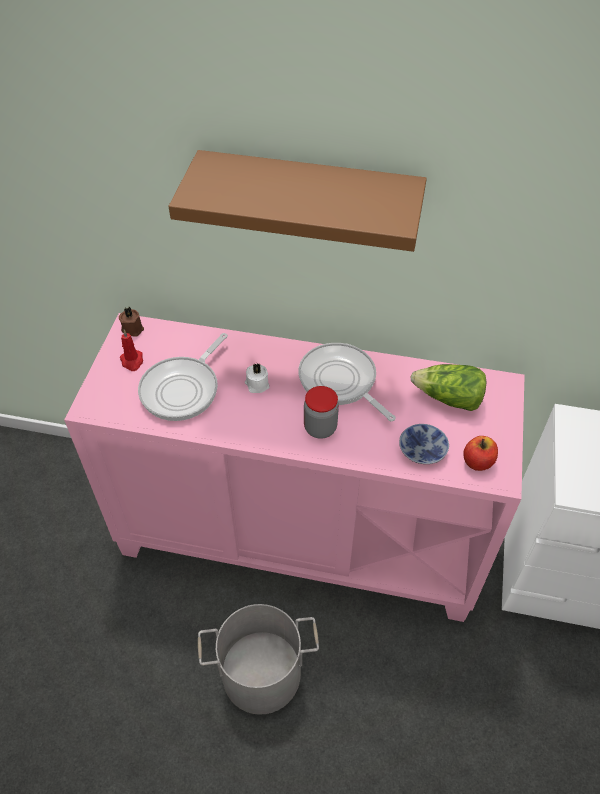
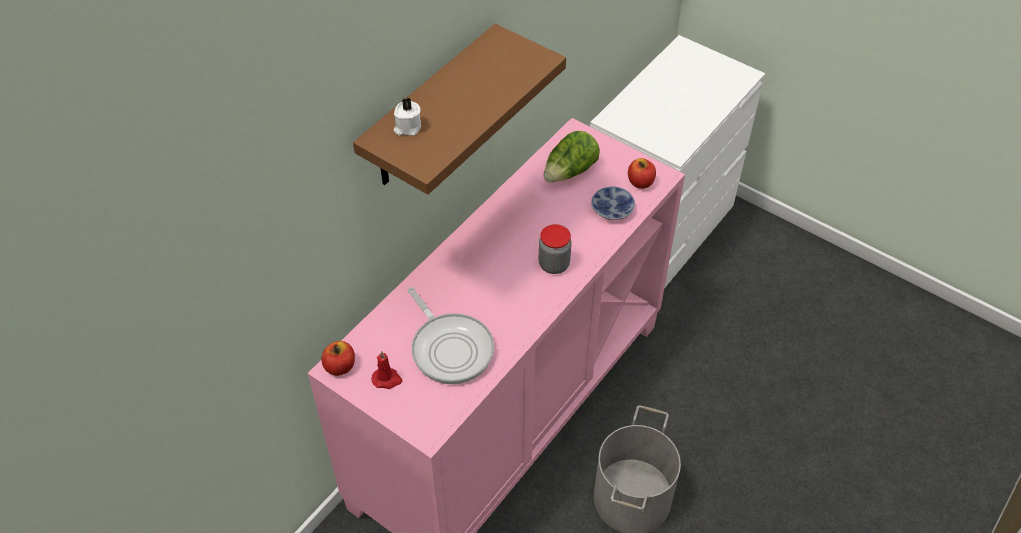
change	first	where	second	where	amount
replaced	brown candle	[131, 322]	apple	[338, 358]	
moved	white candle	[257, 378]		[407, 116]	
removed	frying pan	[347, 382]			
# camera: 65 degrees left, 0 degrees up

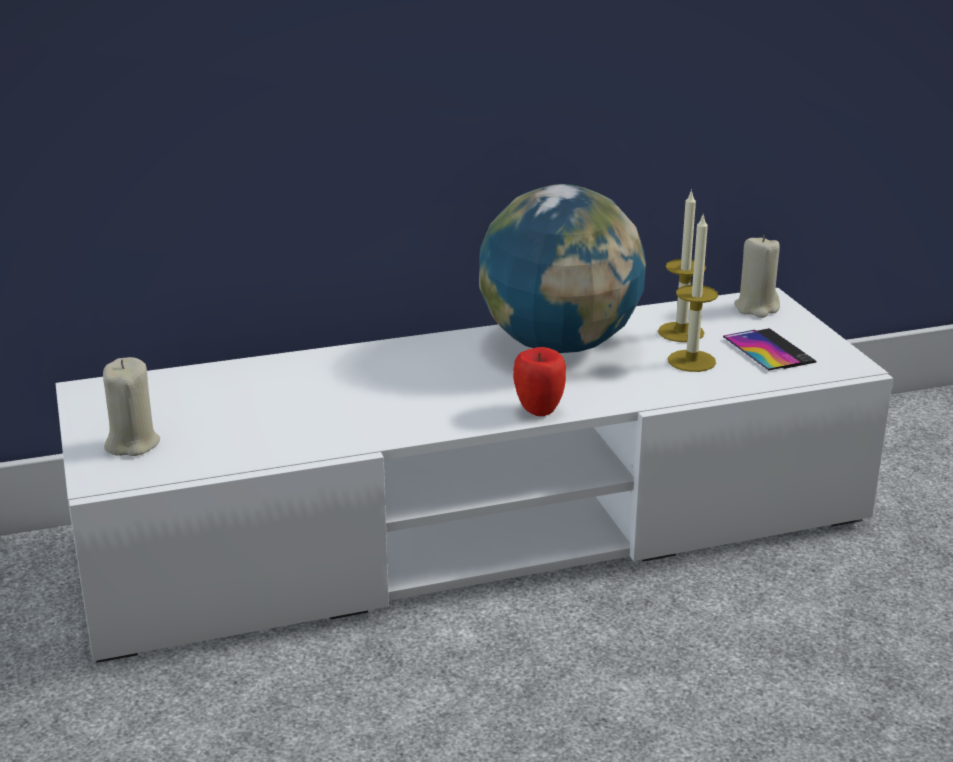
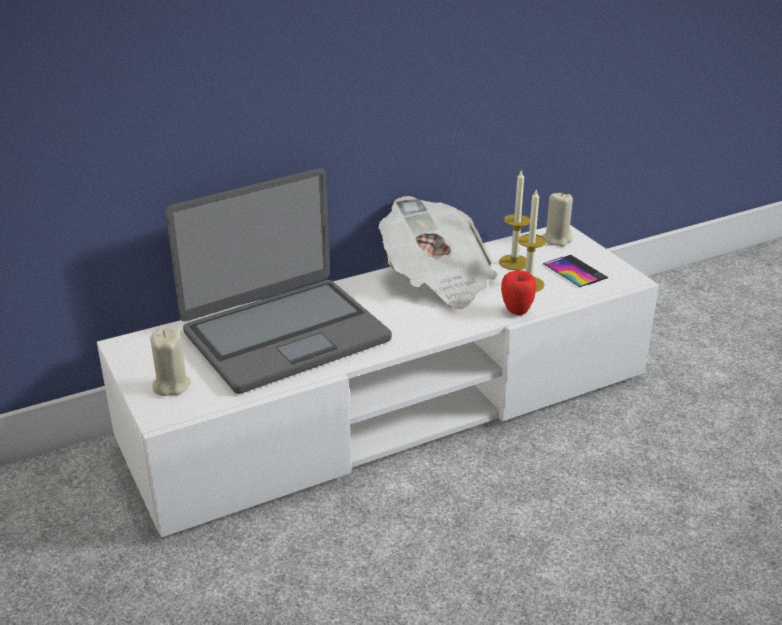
change	first	where	second	where	amount
replaced	globe	[562, 268]	newspaper	[438, 252]	
moved	apple	[539, 381]		[518, 292]	
added			laptop	[279, 281]	
# camera: 10 degrees left, 5 degrees up

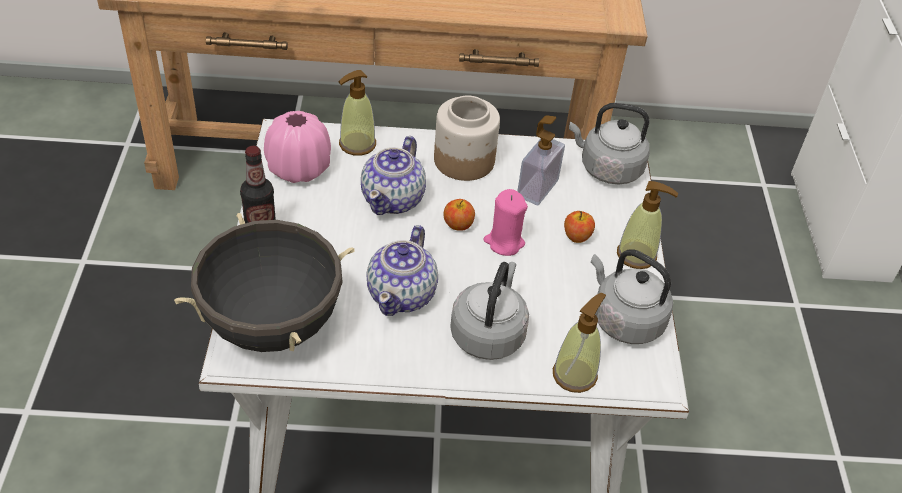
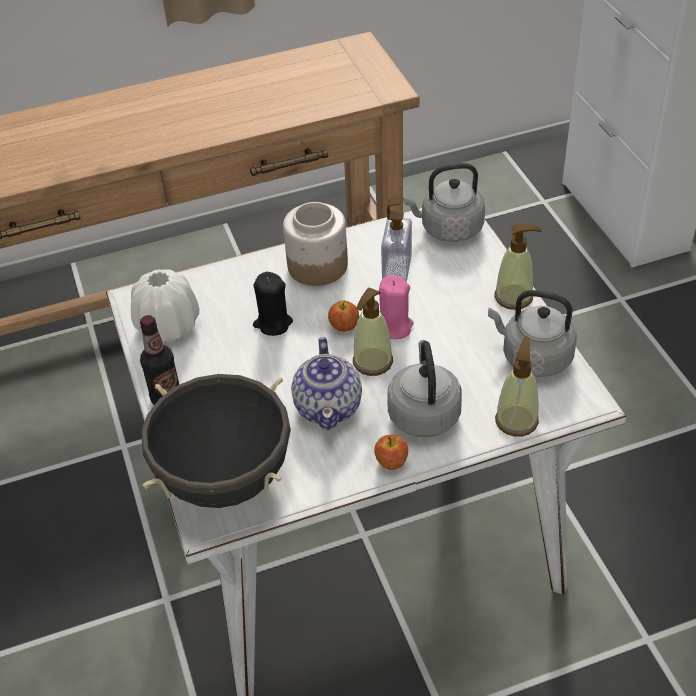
change	first	where	second	where	amount
recoloured	pink vase	[297, 147]	white vase	[165, 305]	
moved	soap dispenser	[357, 113]		[373, 332]	
replaced	teapot	[393, 175]	black candle	[273, 304]	
moved	apple	[579, 227]		[391, 452]	
# camera: 15 degrees left, 0 degrees up

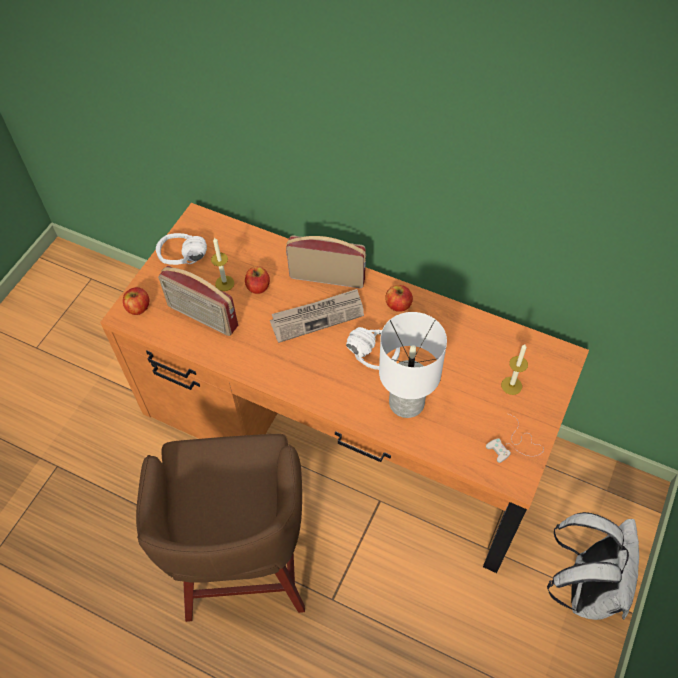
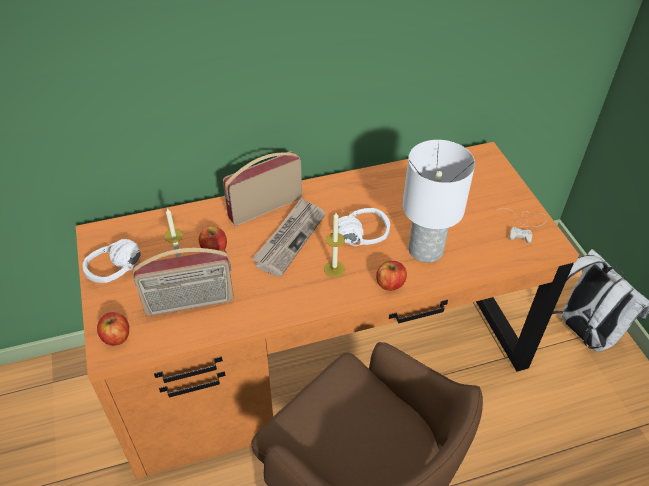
change	first	where	second	where	amount
moved	apple	[399, 298]		[391, 276]	
moved	candle	[514, 369]		[334, 245]	
# camera: 45 degrees left, 10 degrees down

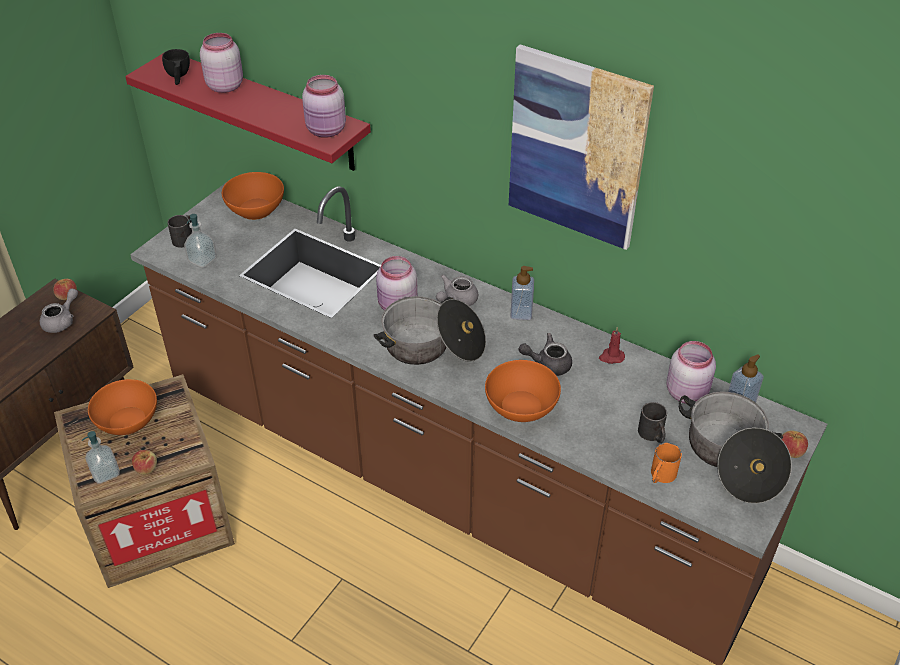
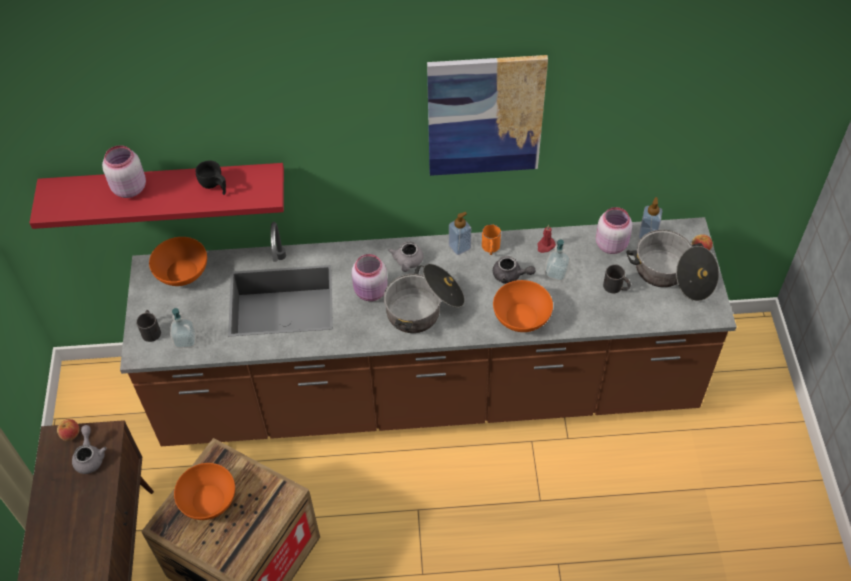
change	first	where	second	where	amount
moved	soap dispenser	[101, 457]		[557, 260]	
removed	apple	[144, 462]			
moved	black cup	[176, 67]		[211, 177]	
removed	pink jar	[324, 106]			
turned	grey teapot	[545, 354]		[514, 270]	120 degrees counterclockwise
moved	orange mug	[666, 463]		[491, 239]	
# camera: 35 degrees left, 10 degrees up

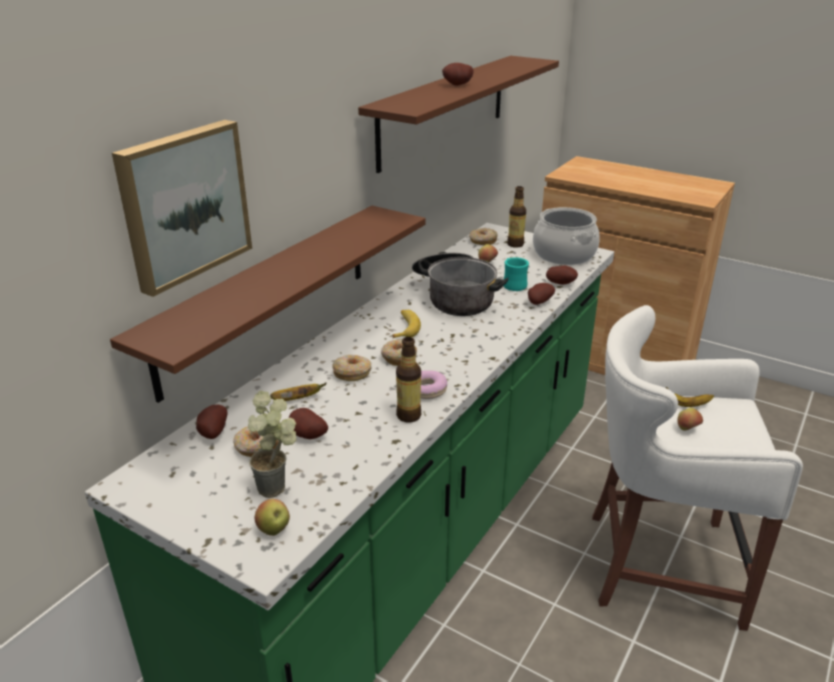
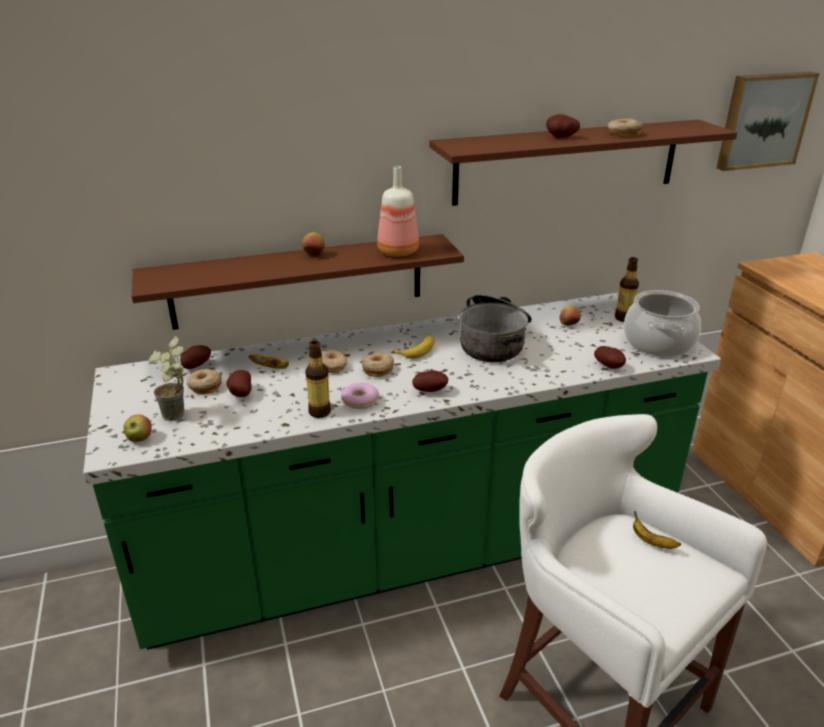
change	first	where	second	where	amount
moved	picture	[182, 208]		[768, 121]	
moved	donut	[483, 236]		[625, 128]	
removed	turquoise mug	[516, 274]			
moved	potato	[541, 294]		[430, 381]	
moved	apple	[690, 419]		[313, 243]	
added			bottle	[398, 211]	
# camera: 40 degrees right, 0 degrees up

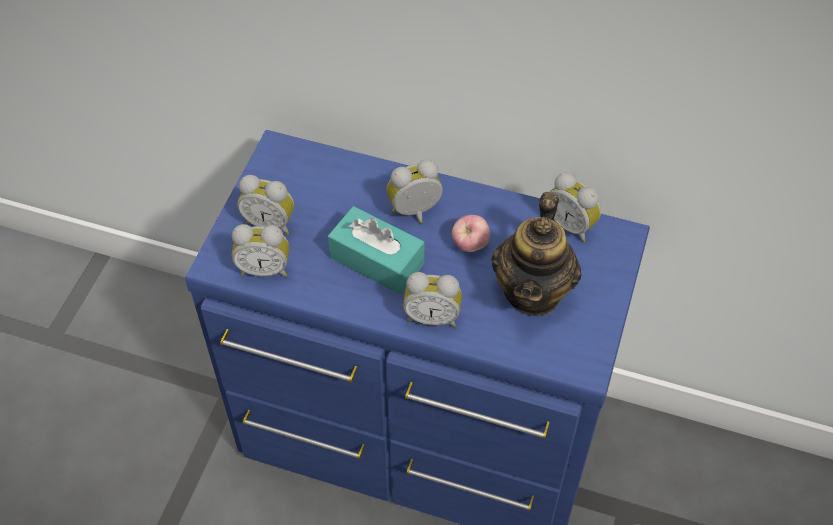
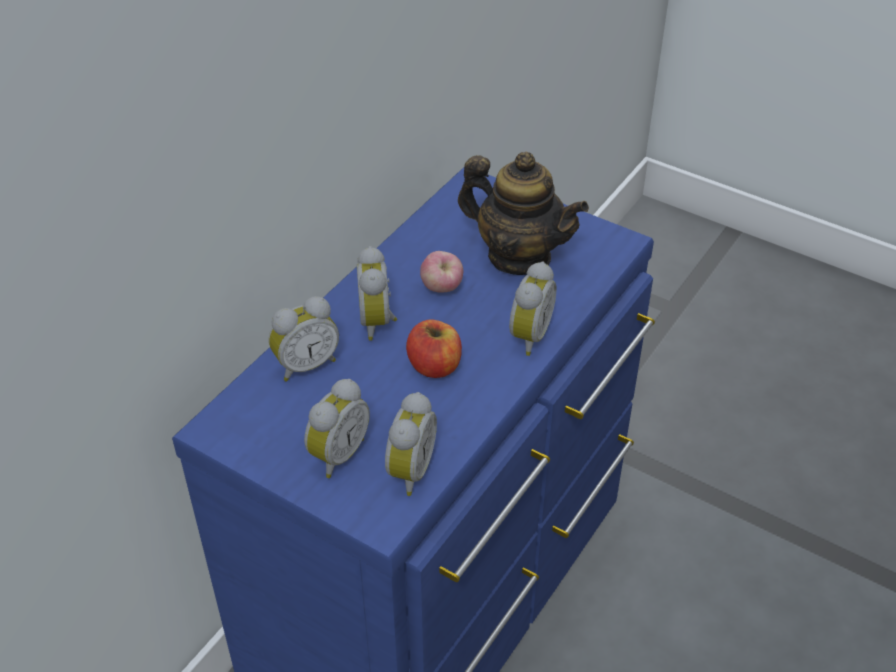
change	first	where	second	where	amount
replaced	turquoise tissue box	[376, 250]	apple	[434, 349]	
moved	alarm clock	[575, 207]		[304, 338]	
# camera: 75 degrees left, 10 degrees down

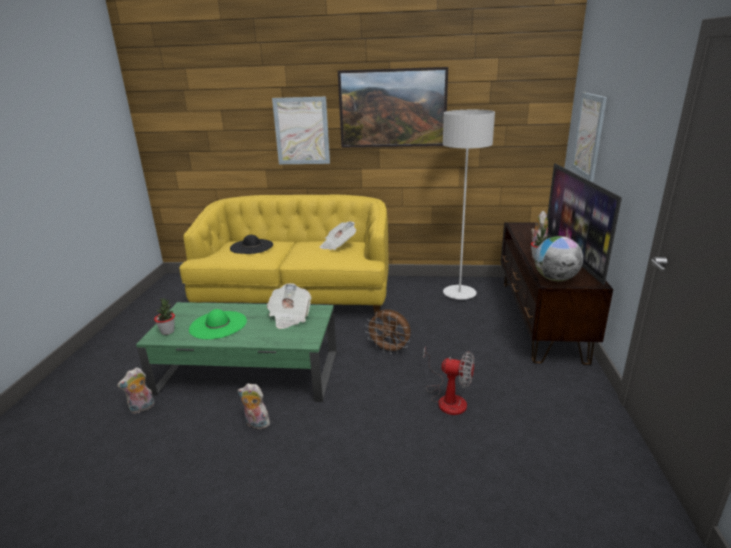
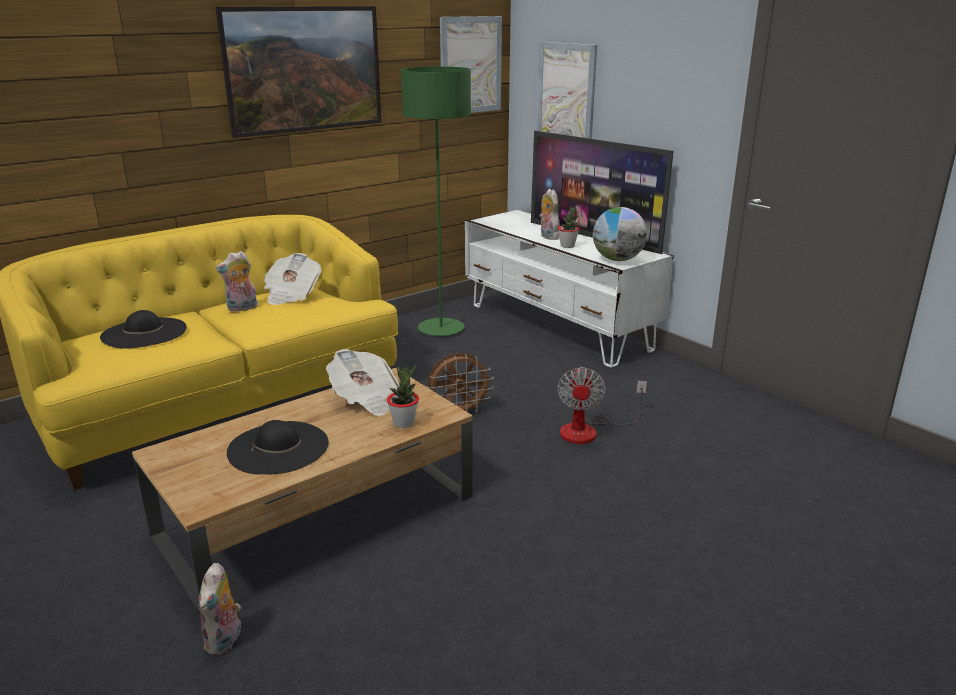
change	first	where	second	where	amount
recoloured	green coffee table	[236, 352]	brown coffee table	[302, 491]	
moved	potted plant	[164, 316]		[403, 396]	
recoloured	green hat	[218, 324]	black hat	[278, 447]	
moved	plush toy	[254, 406]		[237, 281]	
moved	picture	[301, 130]		[471, 64]	
turned	fan	[449, 381]		[602, 405]	120 degrees clockwise
recoloured	grey floor lamp	[469, 205]	green floor lamp	[436, 201]	
recoloured	brown tv stand	[557, 293]	white tv stand	[569, 289]	
# camera: 45 degrees left, 0 degrees up

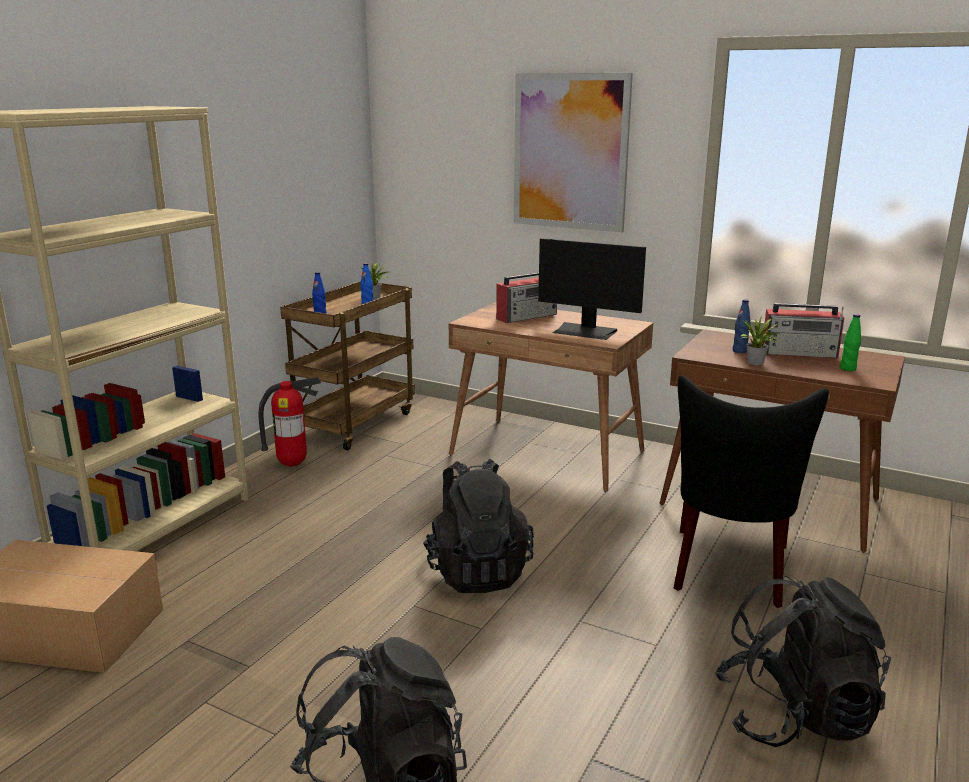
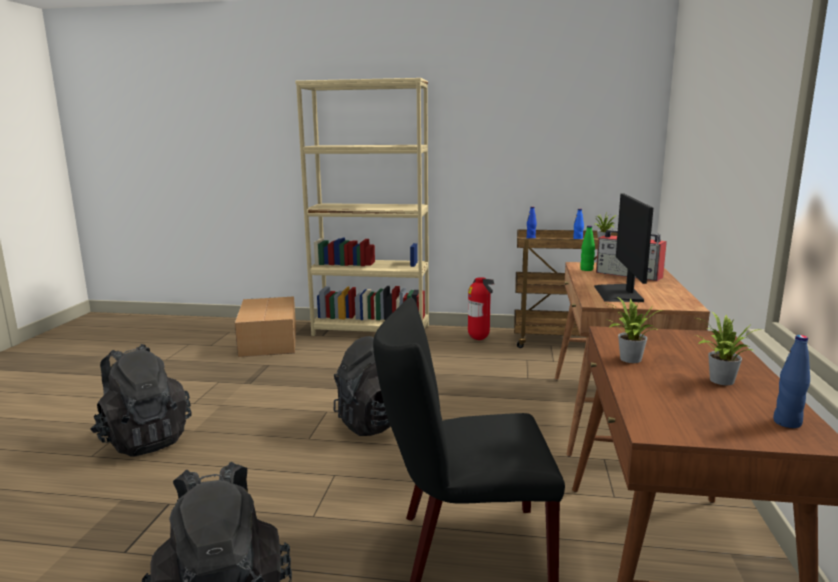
change	first	where	second	where	amount
removed	picture	[573, 152]			
moved	blue bottle	[742, 326]		[791, 381]	
replaced	radio	[803, 331]	potted plant	[729, 348]	
moved	green bottle	[850, 342]		[587, 248]	
# camera: 70 degrees right, 5 degrees down

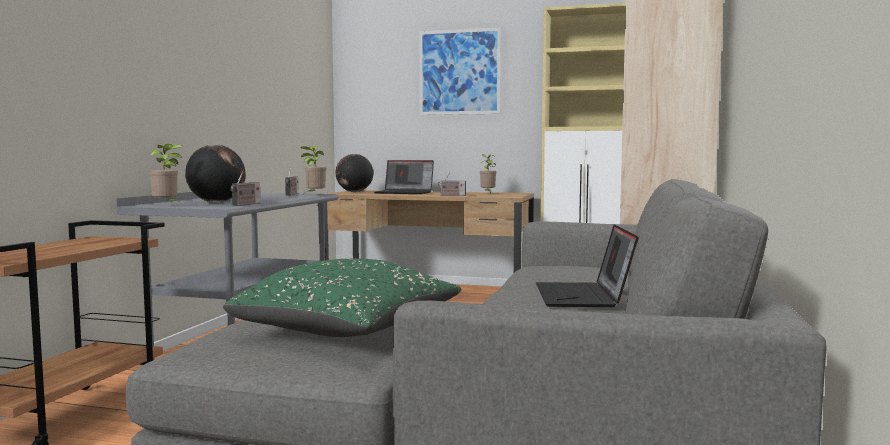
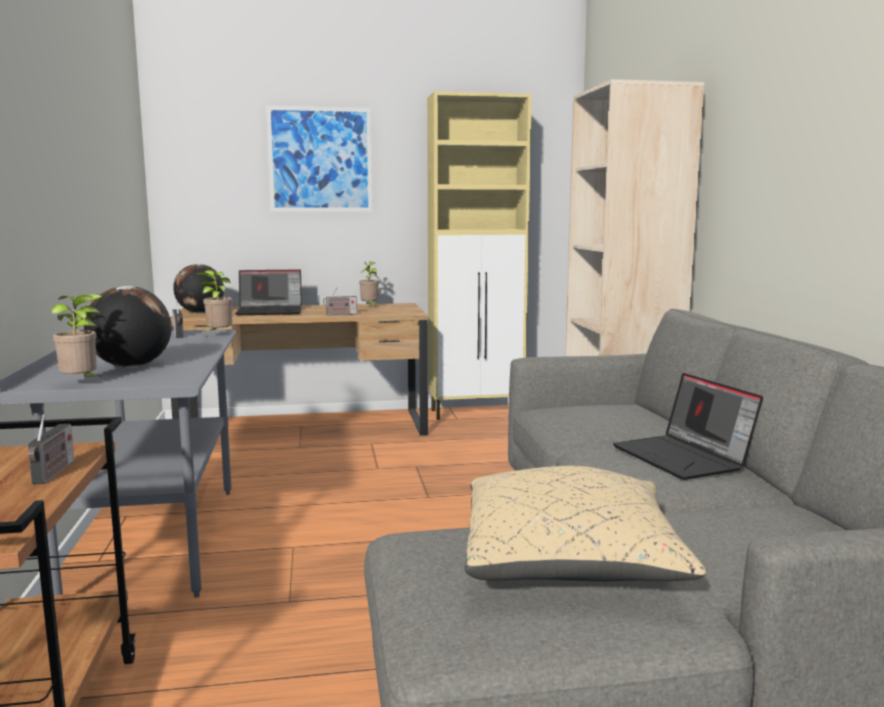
change	first	where	second	where	amount
recoloured	green pillow	[342, 297]	beige pillow	[585, 523]	
moved	radio	[246, 188]		[51, 449]	
# camera: 25 degrees left, 5 degrees up

